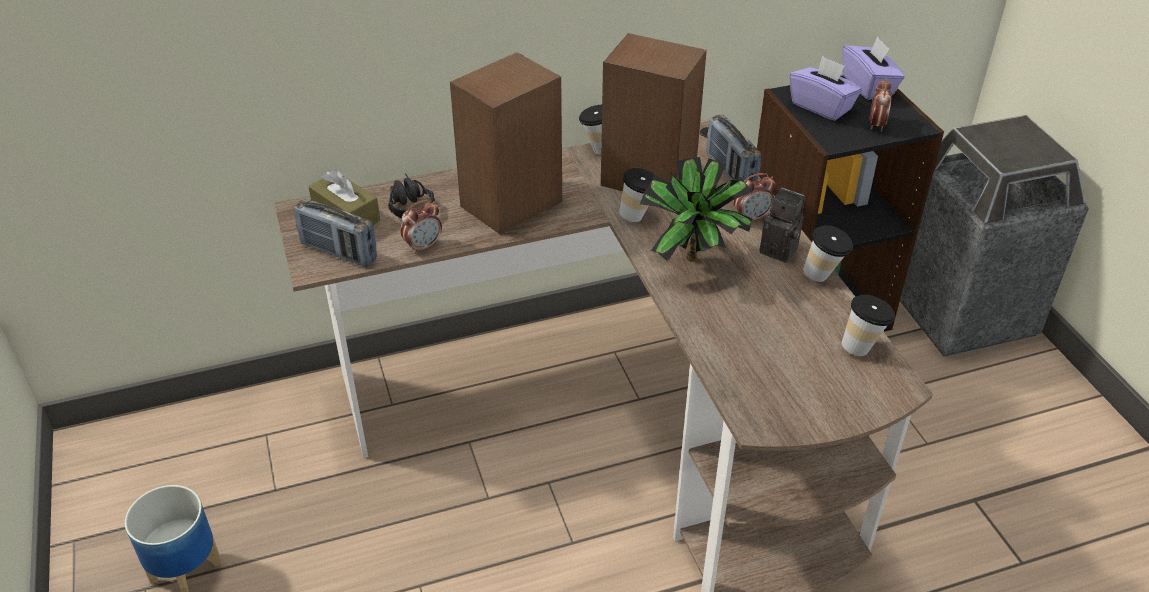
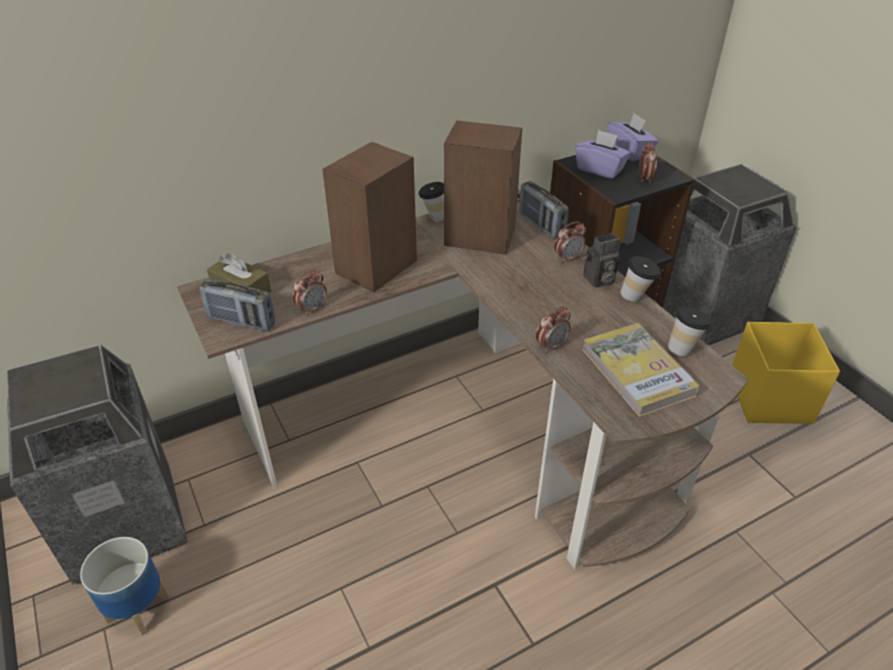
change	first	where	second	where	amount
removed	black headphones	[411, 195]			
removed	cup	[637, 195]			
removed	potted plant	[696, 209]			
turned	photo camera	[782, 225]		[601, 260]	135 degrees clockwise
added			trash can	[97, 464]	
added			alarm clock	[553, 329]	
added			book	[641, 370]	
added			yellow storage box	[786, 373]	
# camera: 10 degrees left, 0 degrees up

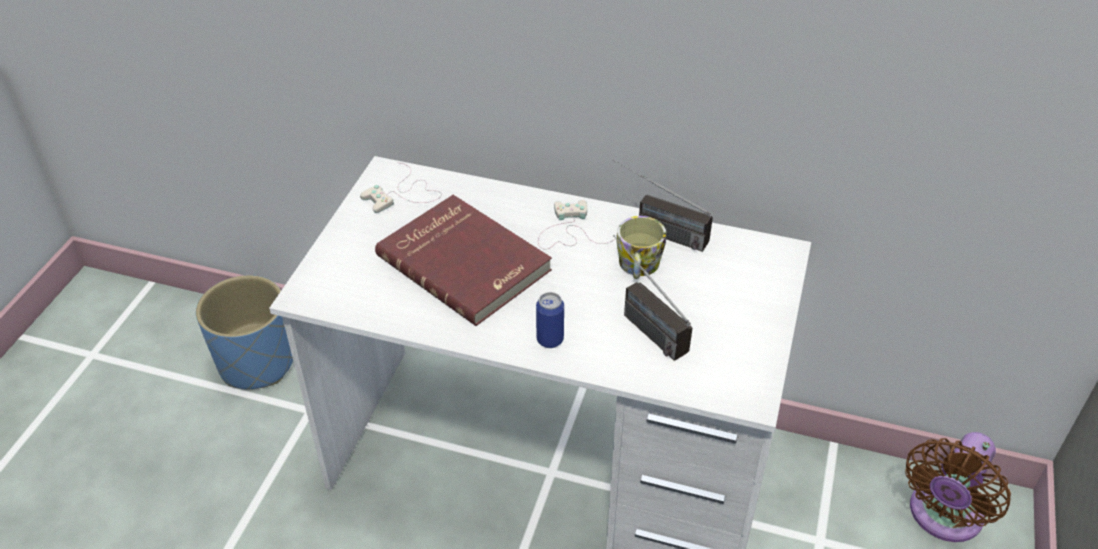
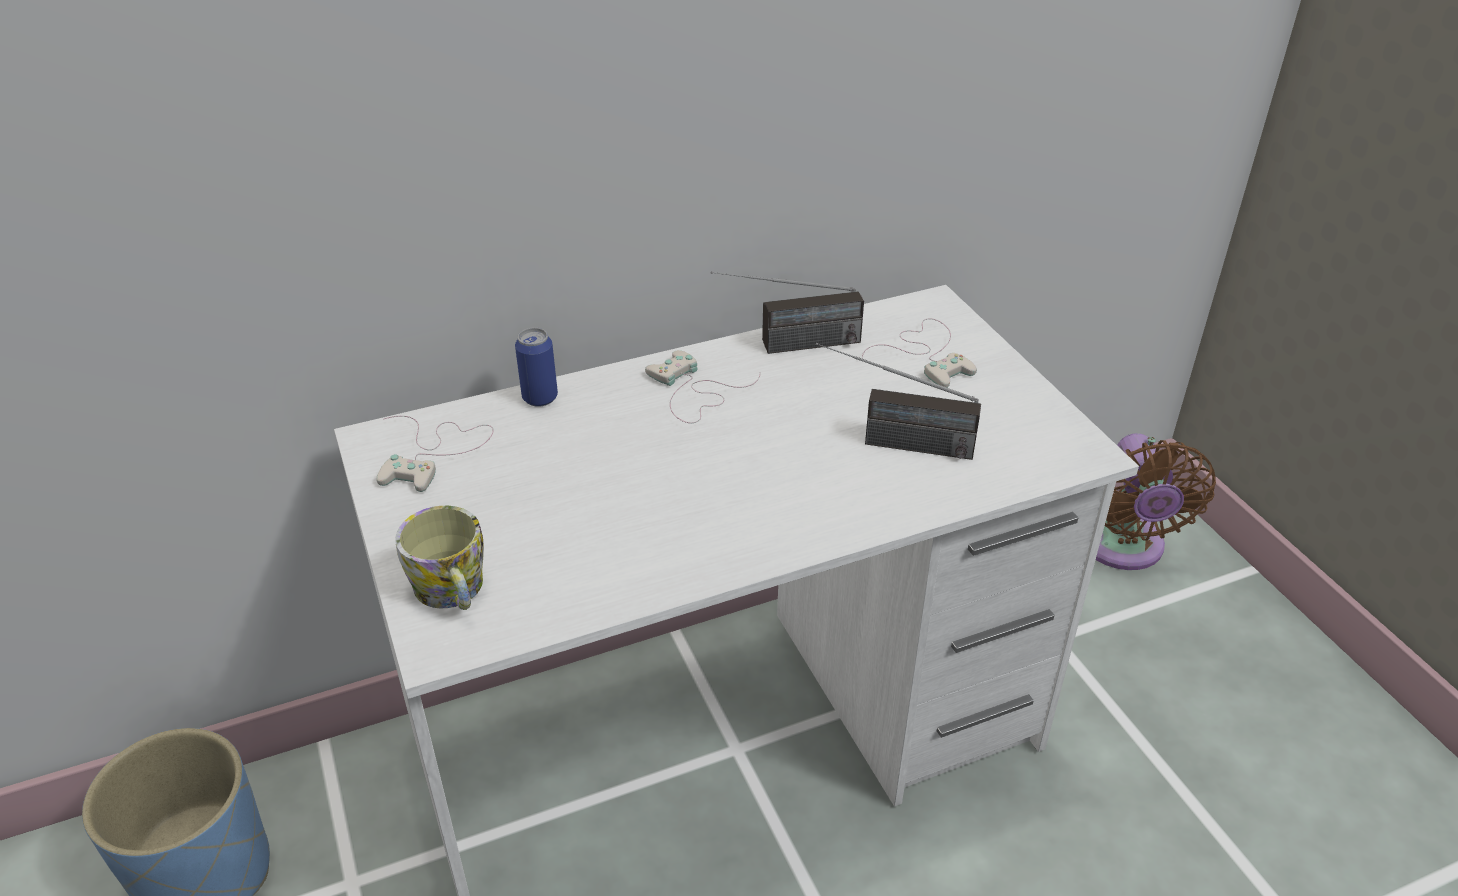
change	first	where	second	where	amount
removed	red book	[463, 260]			
moved	can	[550, 320]		[536, 367]	
moved	mug	[641, 247]		[439, 558]	
added			white game controller	[919, 353]	
# camera: 40 degrees left, 5 degrees down

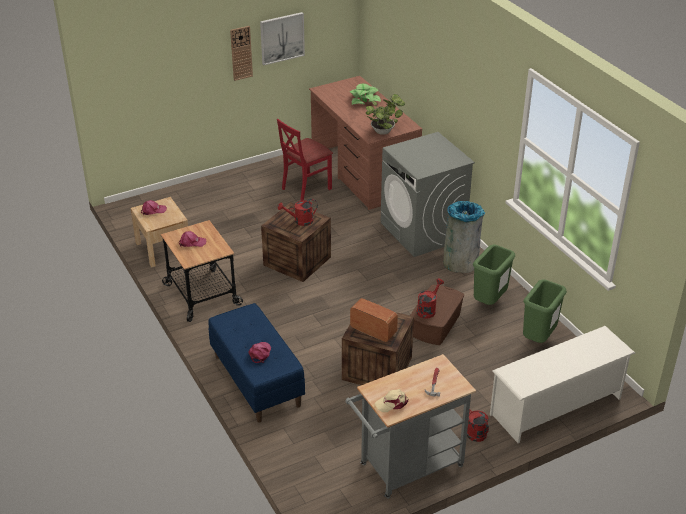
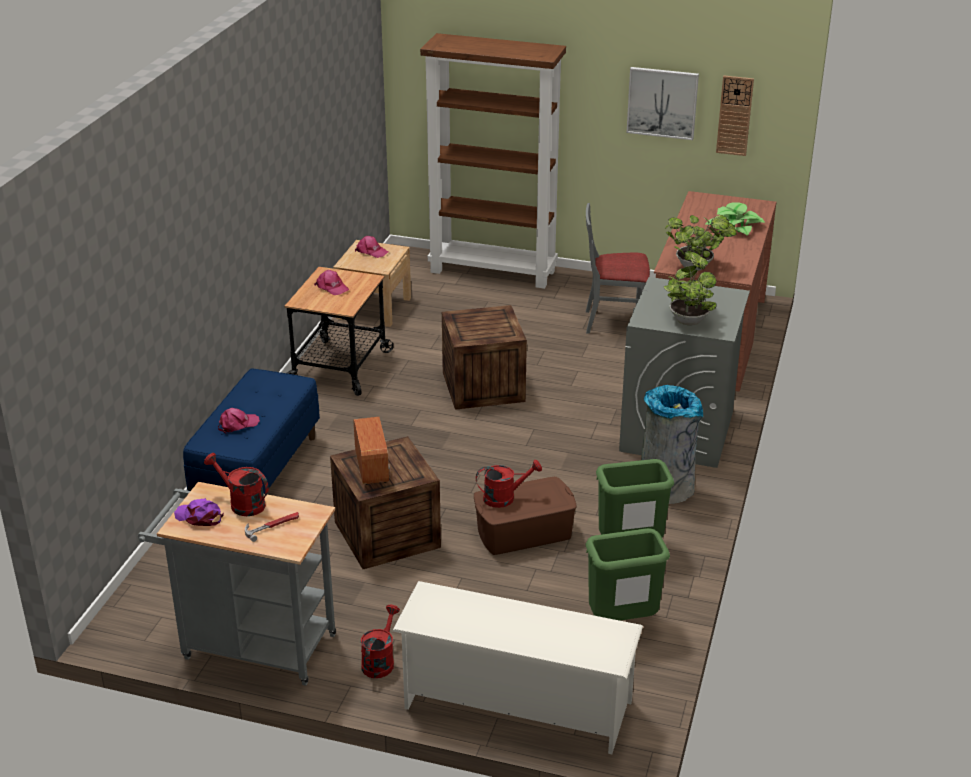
change	first	where	second	where	amount
moved	wall clock	[241, 53]		[735, 116]	
recoloured	red chair	[305, 160]	grey chair	[618, 268]	
moved	red watering can	[298, 212]		[236, 484]	
recoloured	beige cap	[391, 400]	purple cap	[199, 512]	
added			brown bookcase	[493, 161]	
added			potted plant	[690, 288]	
# camera: 45 degrees right, 5 degrees down

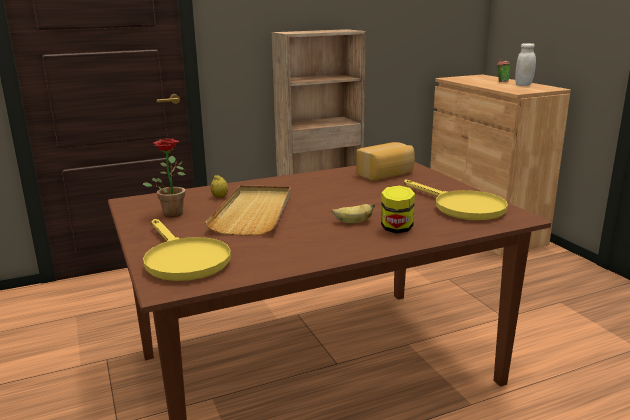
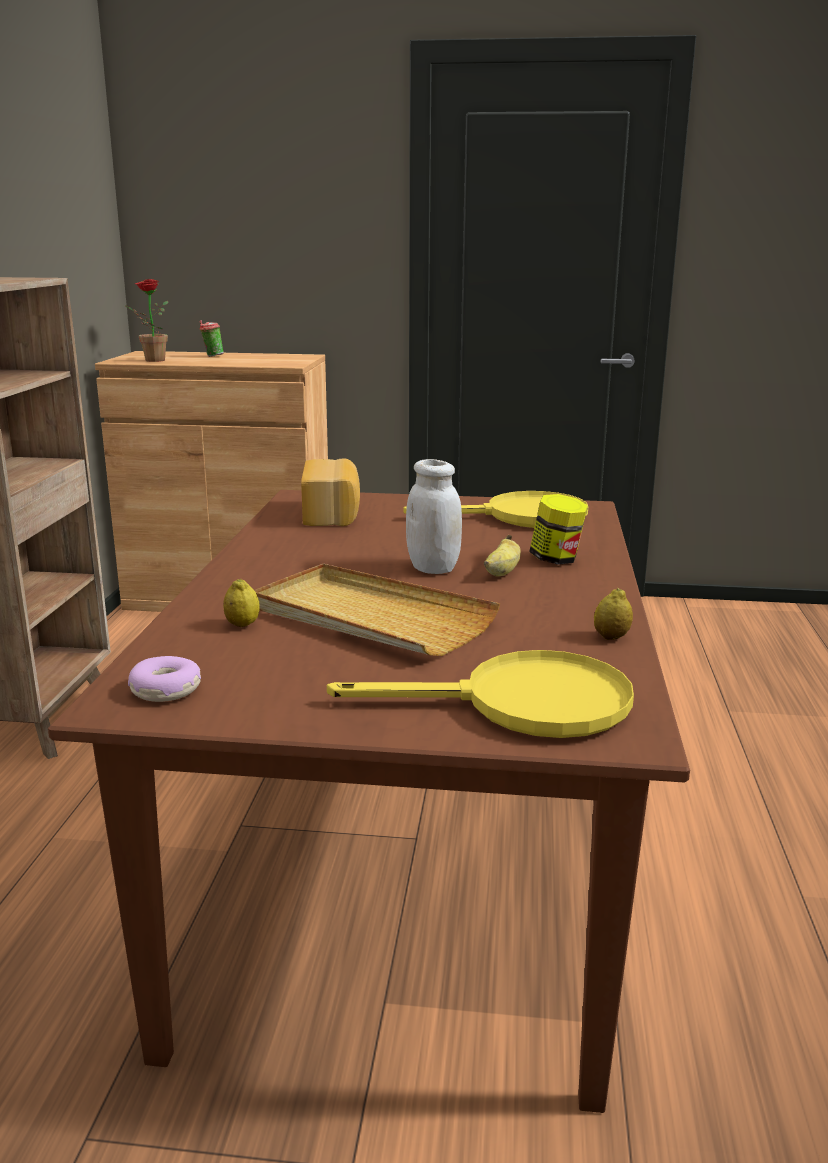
change	first	where	second	where	amount
moved	potted plant	[164, 177]		[146, 320]	
moved	white jar	[525, 64]		[434, 516]	
added			donut	[164, 679]	
added			lemon	[613, 614]	
# camera: 60 degrees left, 0 degrees up

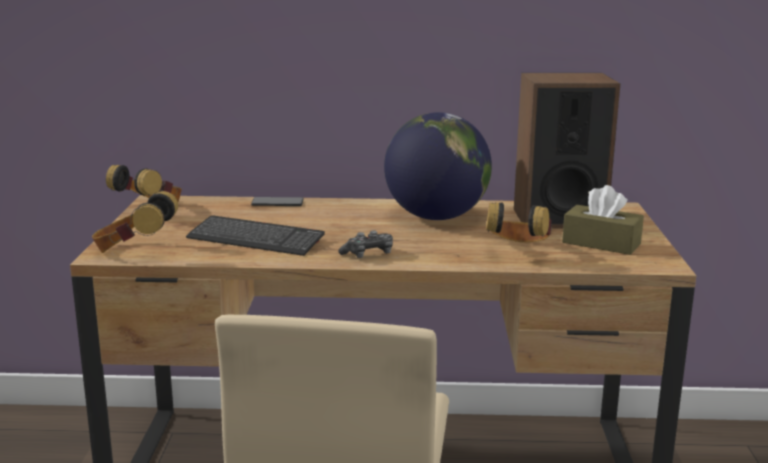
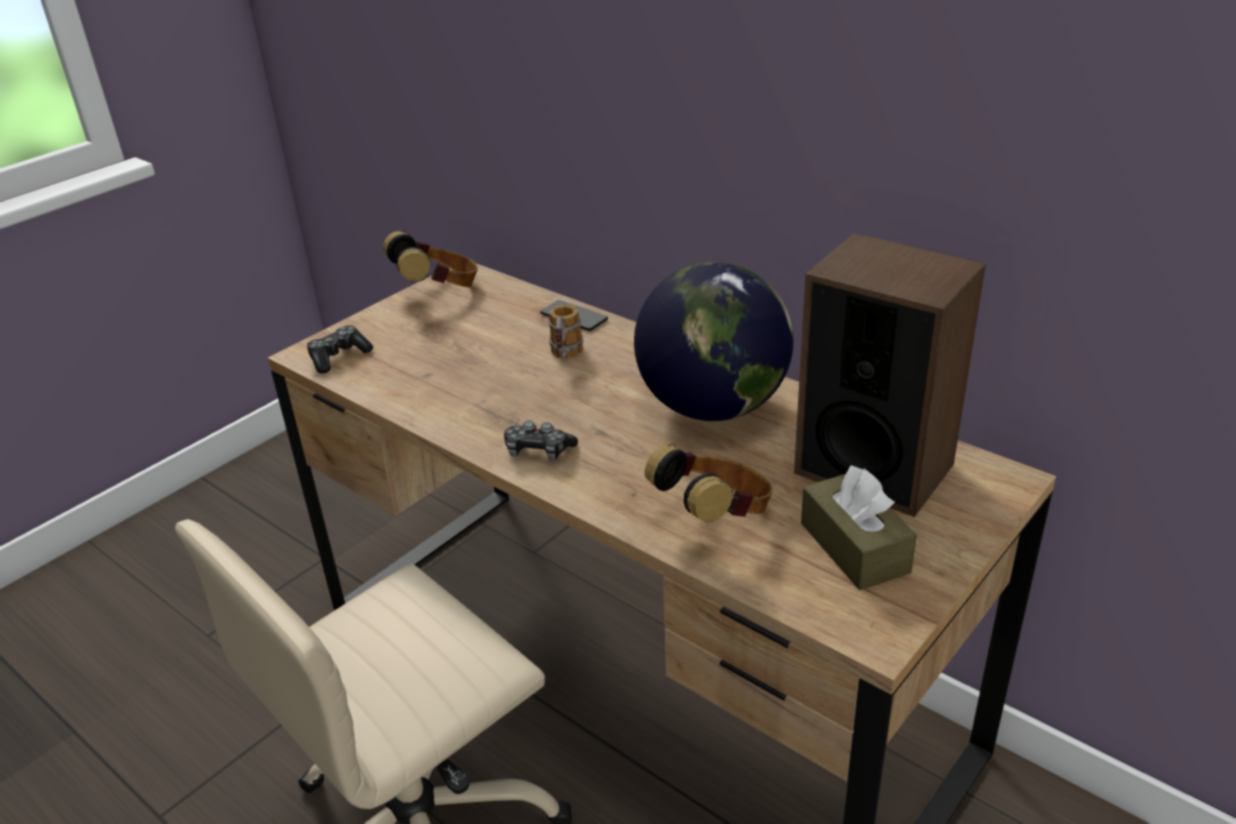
change	first	where	second	where	amount
replaced	headphones	[135, 222]	game controller	[340, 349]	
removed	keyboard	[255, 236]			
added			mug	[566, 332]	
# camera: 40 degrees right, 15 degrees up

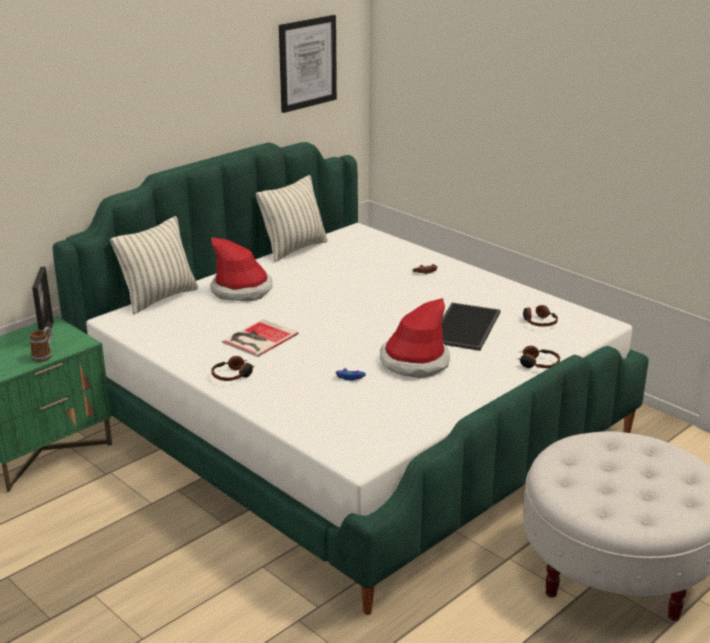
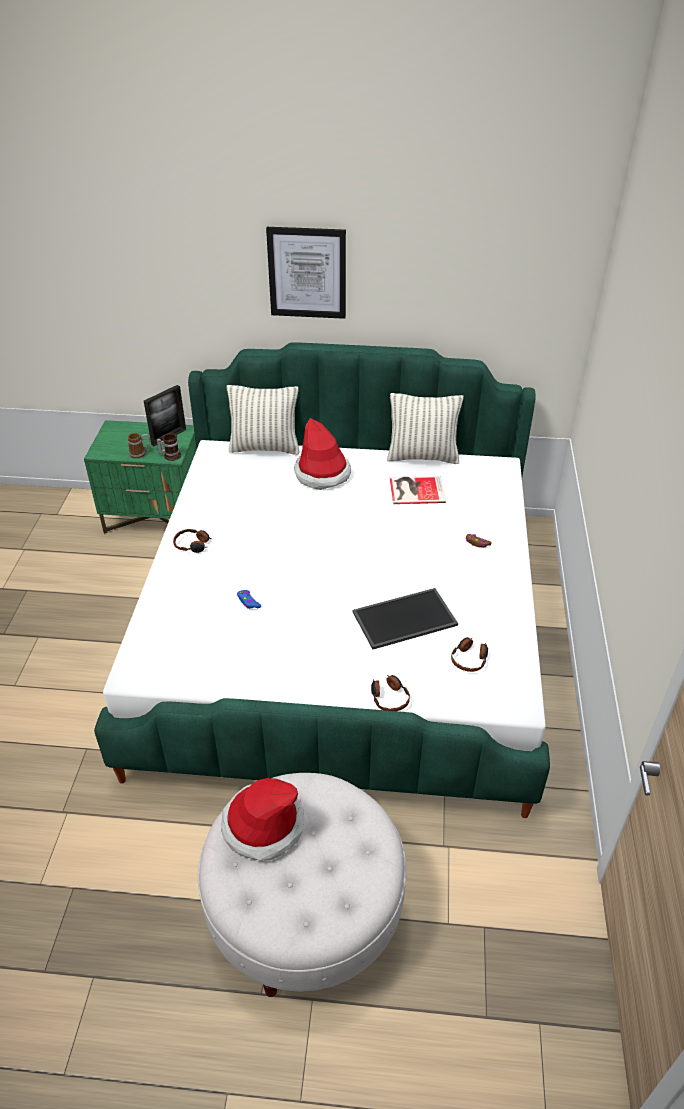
change	first	where	second	where	amount
moved	book	[260, 338]		[418, 490]	
moved	picture	[308, 64]		[306, 273]	
moved	hat	[415, 338]		[263, 819]	
added			mug	[169, 447]	
# camera: 50 degrees right, 15 degrees up

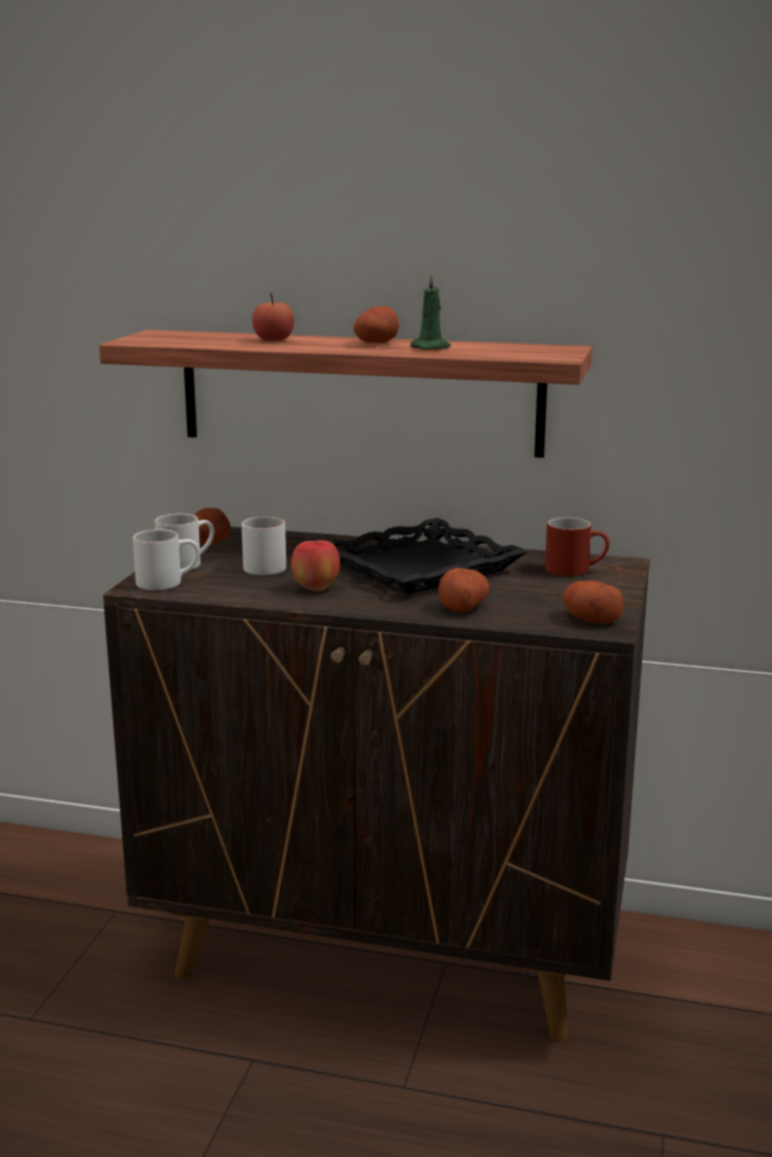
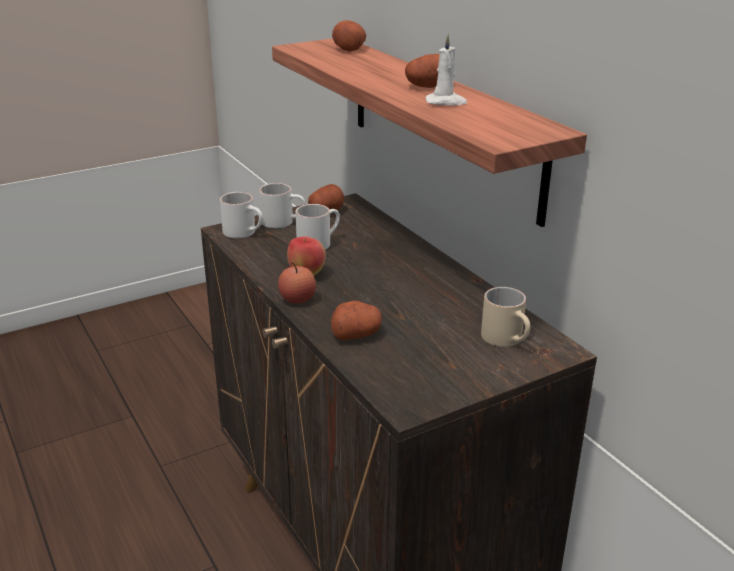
change	first	where	second	where	amount
moved	apple	[273, 316]		[297, 283]	
removed	black tray	[428, 556]			
recoloured	green candle	[430, 311]	white candle	[446, 70]	
recoloured	red mug	[577, 546]	beige mug	[506, 317]	
moved	potato	[593, 602]		[349, 36]	
# camera: 45 degrees right, 10 degrees up

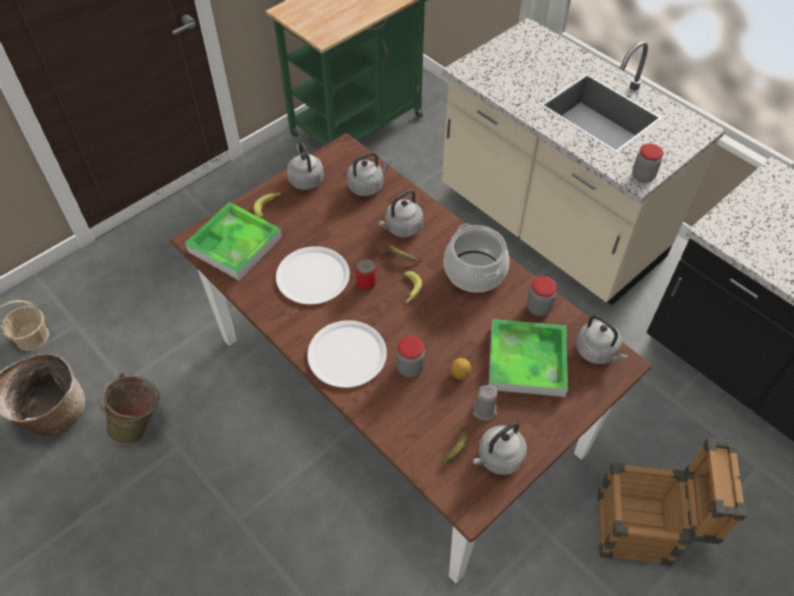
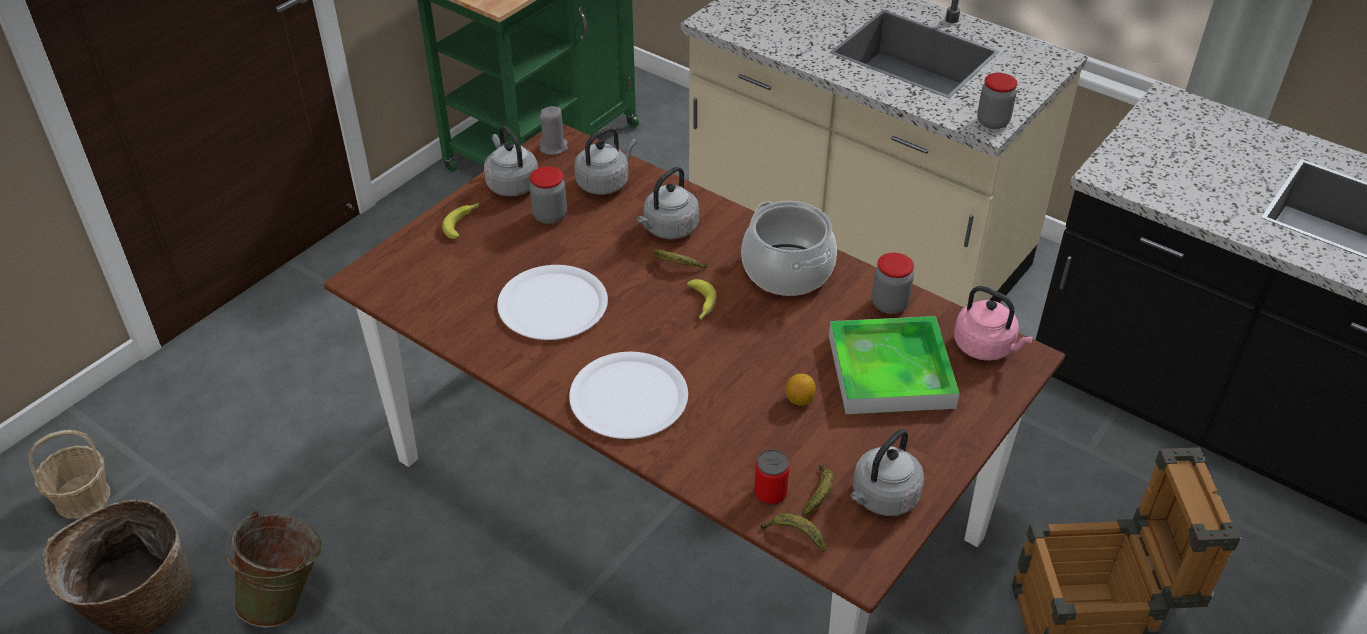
change	first	where	second	where	amount
removed	tray	[233, 241]			
moved	can	[366, 275]		[772, 477]	
moved	jar	[411, 356]		[548, 195]	
moved	grey candle	[485, 403]		[553, 130]	
recoloured	grey kettle	[602, 339]	pink kettle	[993, 323]	
added			banana	[793, 532]	
# camera: 10 degrees left, 10 degrees down

